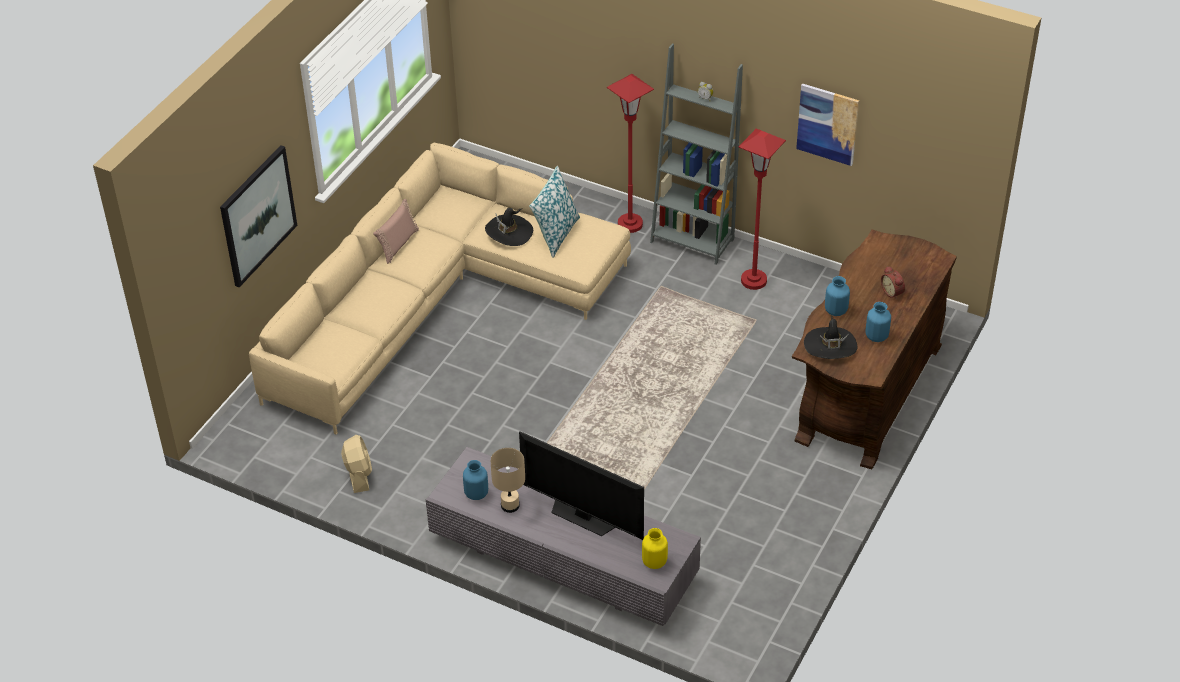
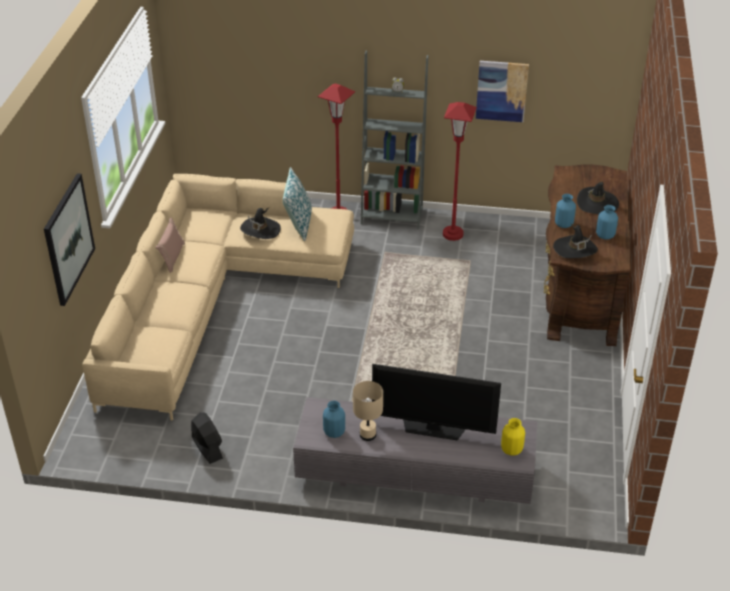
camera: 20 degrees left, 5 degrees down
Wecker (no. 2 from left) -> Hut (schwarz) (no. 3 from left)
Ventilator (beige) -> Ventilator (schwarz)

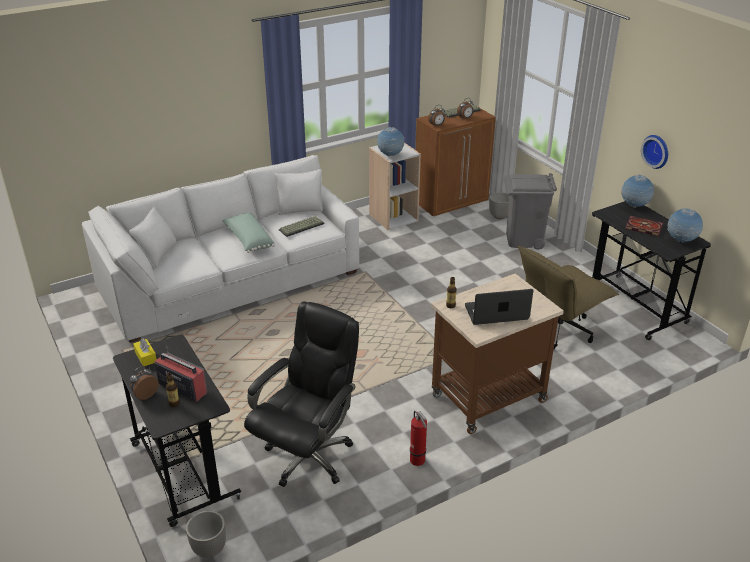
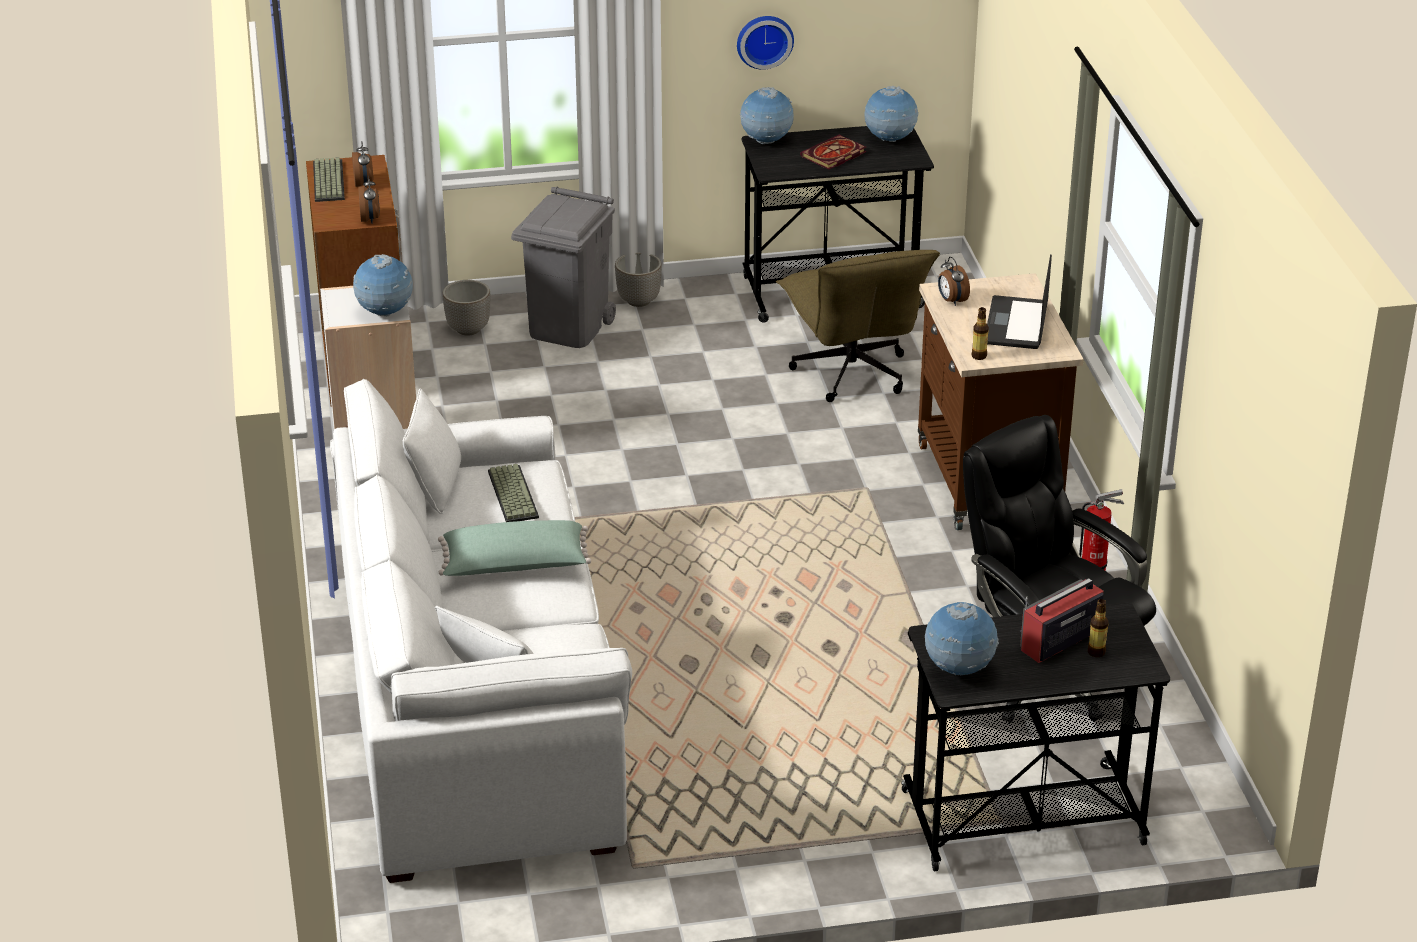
camera: 70 degrees left, 0 degrees up
Wecker (no. 1 from left in the first image) -> Wecker (no. 3 from left), relocated
Pflanzkübel (no. 1 from left in the first image) -> Pflanzkübel (no. 2 from left), relocated
Taschentuchbox (gelb) -> Globus (no. 4 from left)

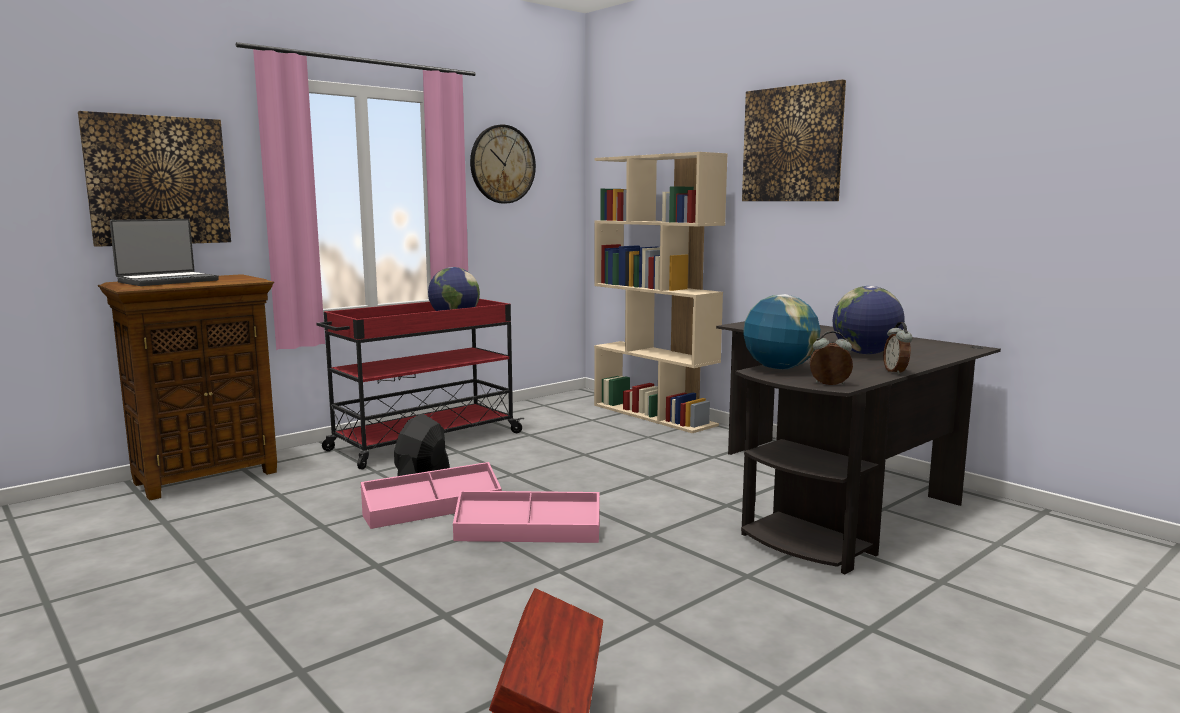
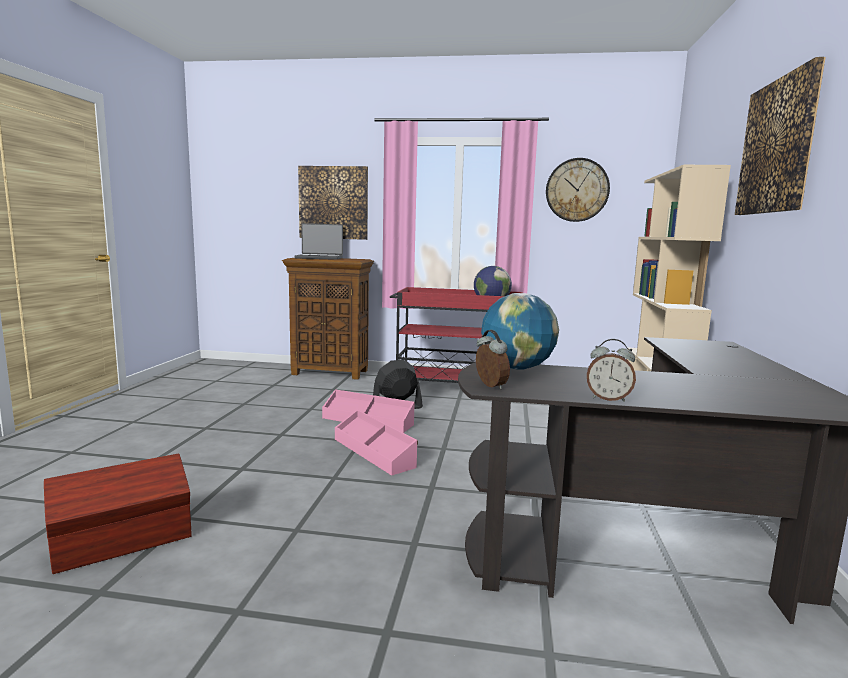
camera: 50 degrees right, 0 degrees up
Globus (no. 3 from left) -> none
Wecker (no. 2 from left), 120 degrees counterclockwise

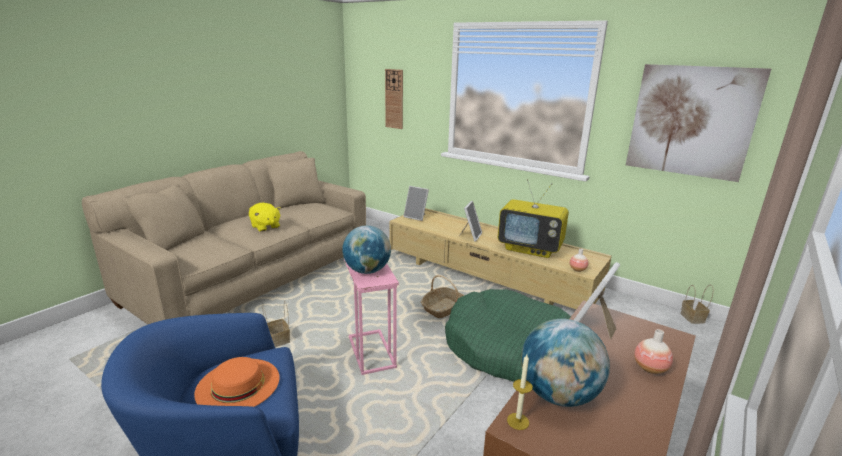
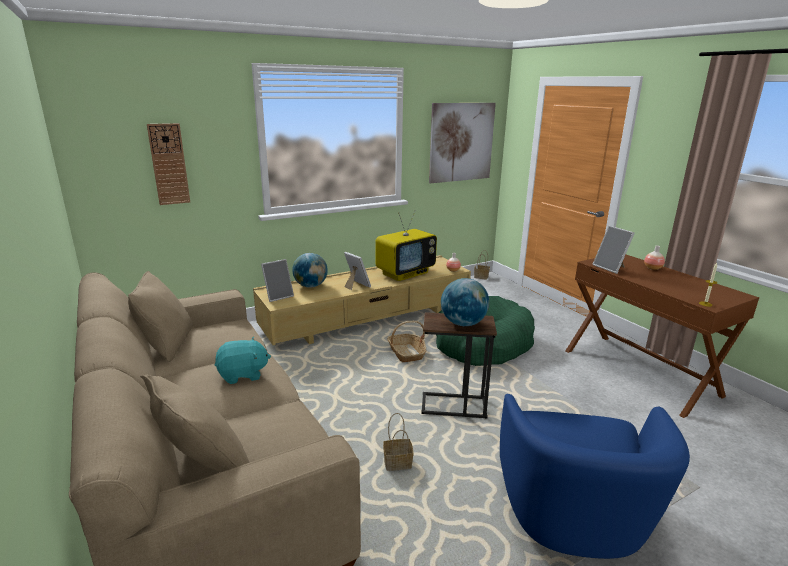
camera: 65 degrees left, 0 degrees up
Hut (orange) -> none
Globus (no. 2 from left in the first image) -> Globus (no. 1 from left), relocated
Plüschtier (gelb) -> Plüschtier (türkis)
Beistelltisch (rosa) -> Beistelltisch (braun)

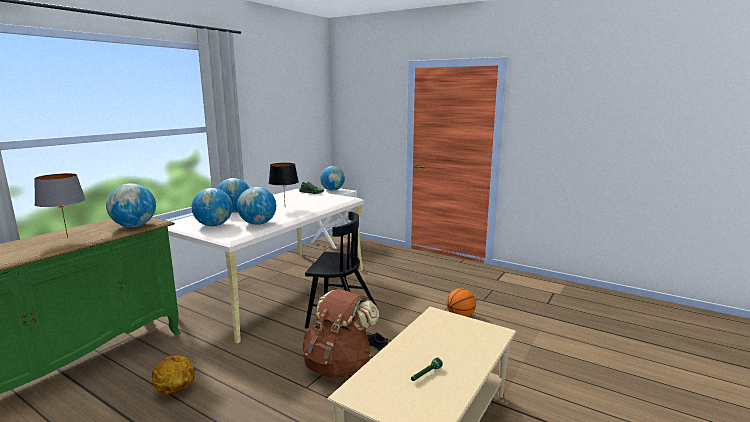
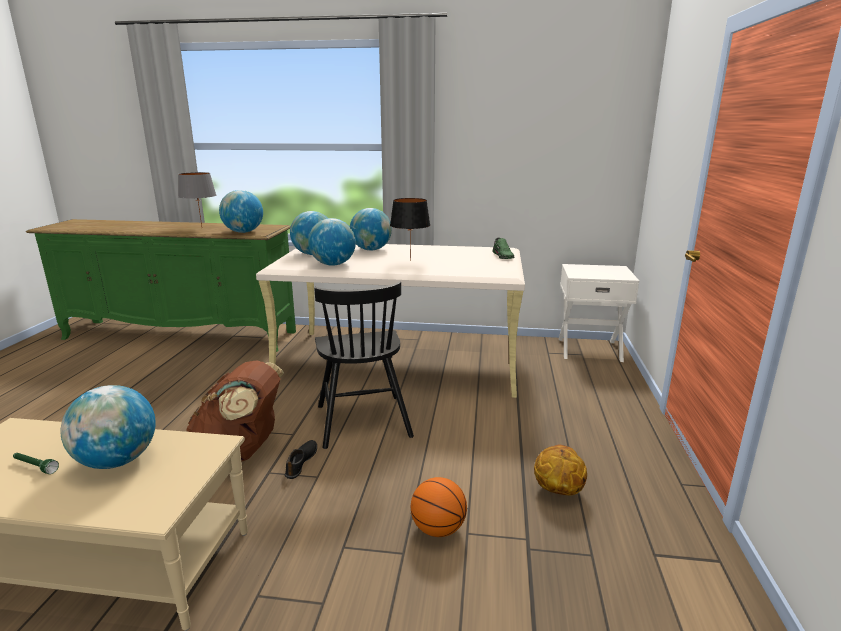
camera: 65 degrees right, 5 degrees up
Basketball (no. 1 from left in the first image) -> Basketball (no. 2 from left), relocated
Globus (no. 5 from left in the first image) -> Globus (no. 1 from left), relocated

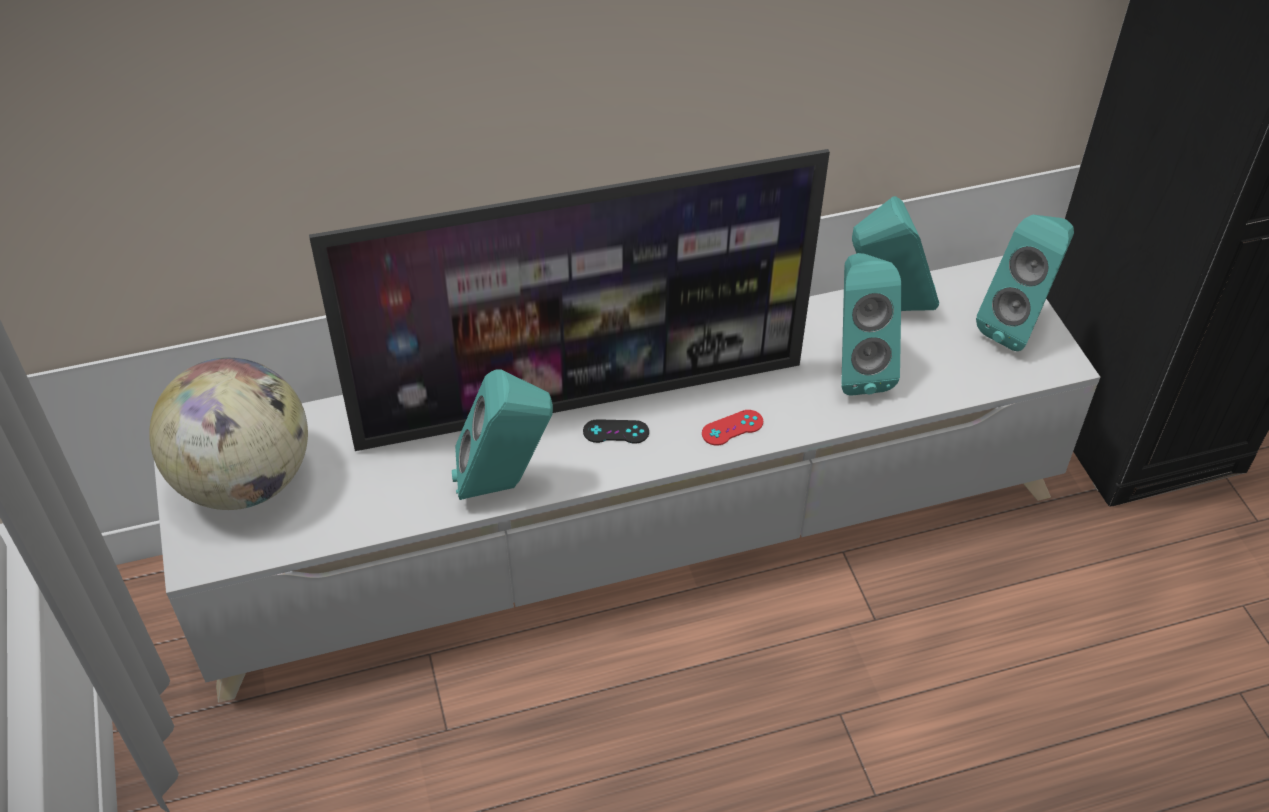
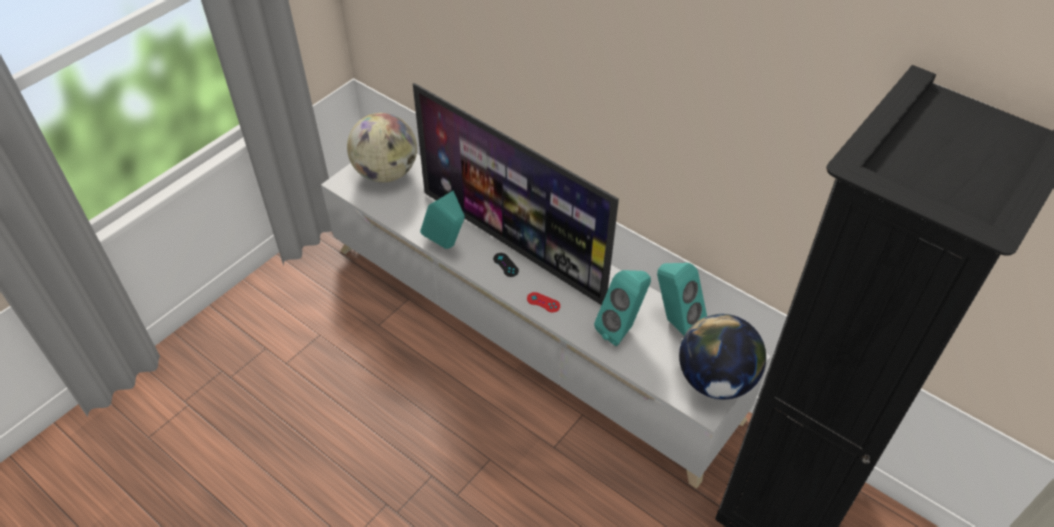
camera: 55 degrees right, 0 degrees up
Lautsprecher (türkis) (no. 4 from left) -> Globus (no. 2 from left)

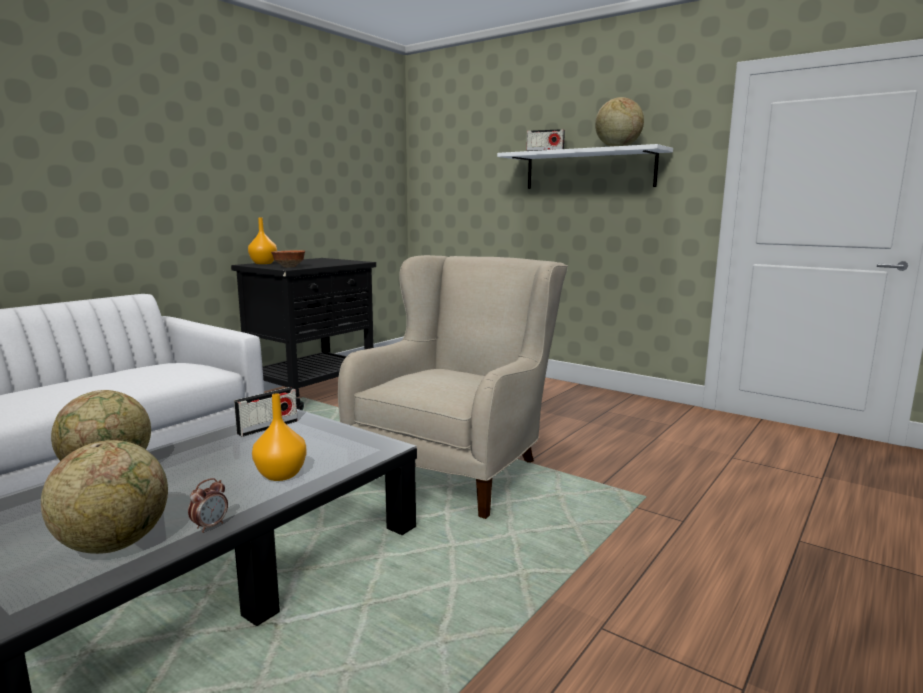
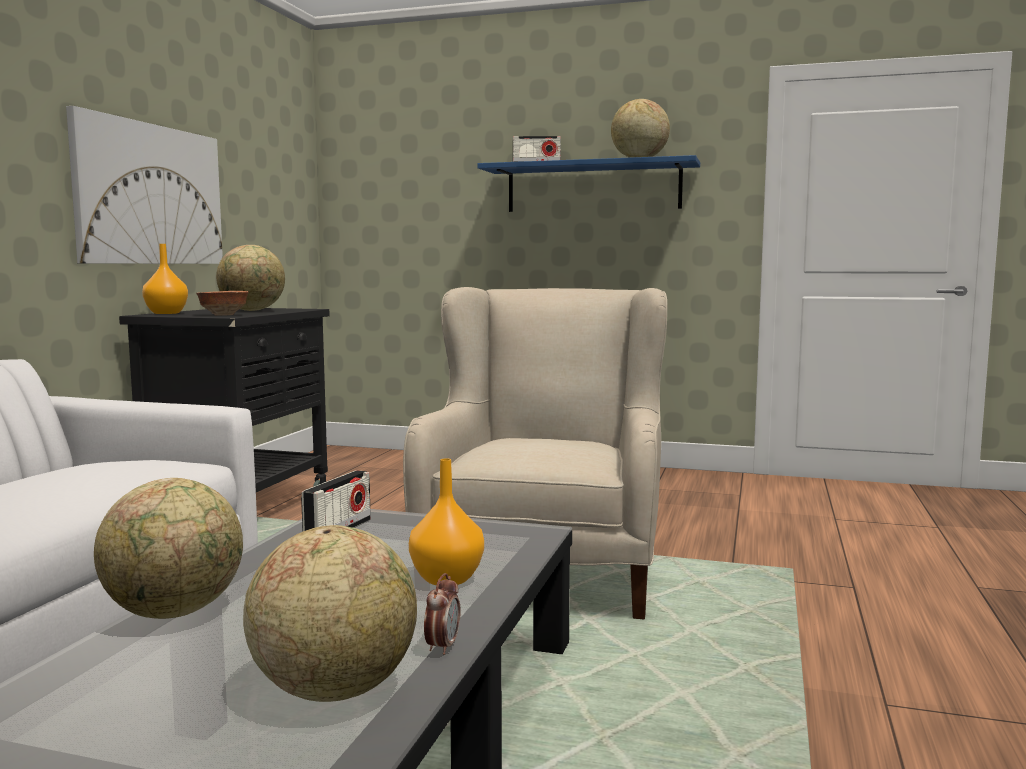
camera: 20 degrees left, 5 degrees down
none -> Bild
none -> Globus (no. 2 from left)
Wandregal (weiß) -> Wandregal (blau)

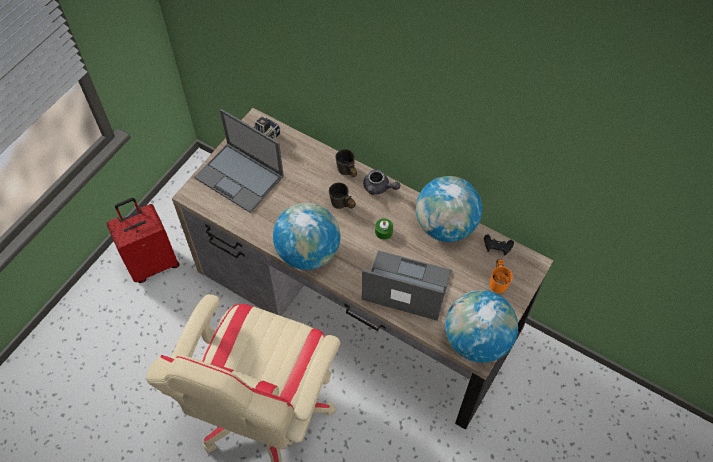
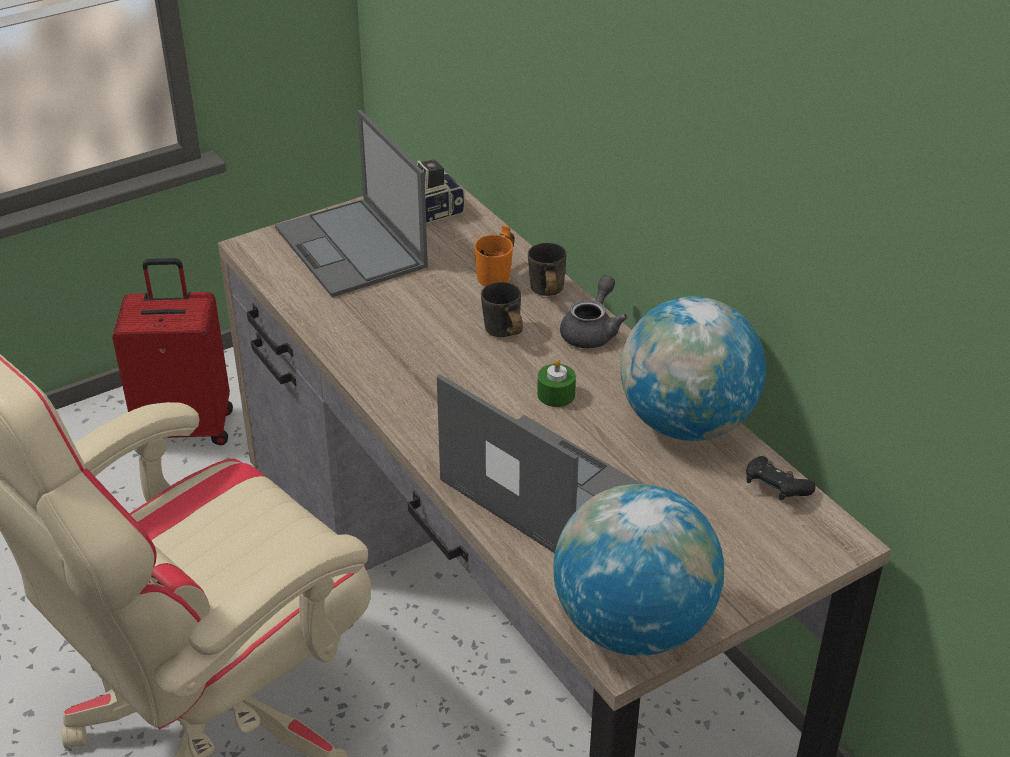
camera: 25 degrees right, 20 degrees down
Globus (no. 1 from left) -> none
Henkelbecher (orange), relocated
Teekanne (grau), 120 degrees counterclockwise

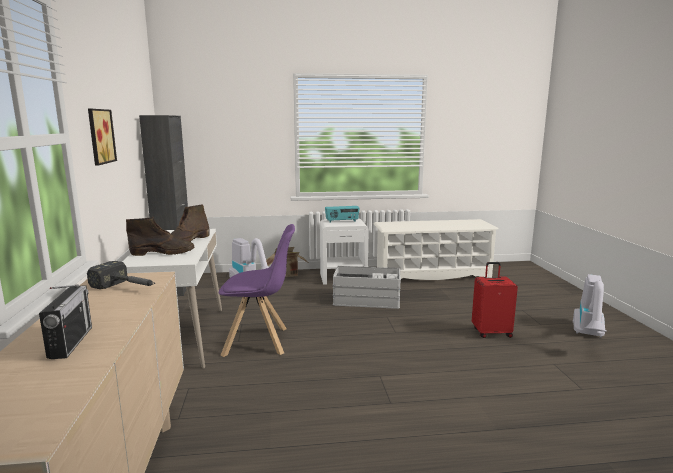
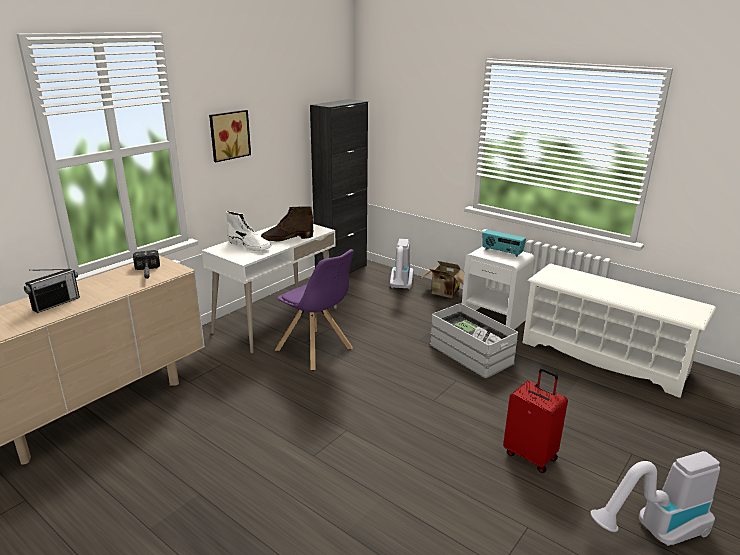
camera: 45 degrees right, 10 degrees up
Stiefel (braun) (no. 1 from left) -> Stiefel (weiß)

